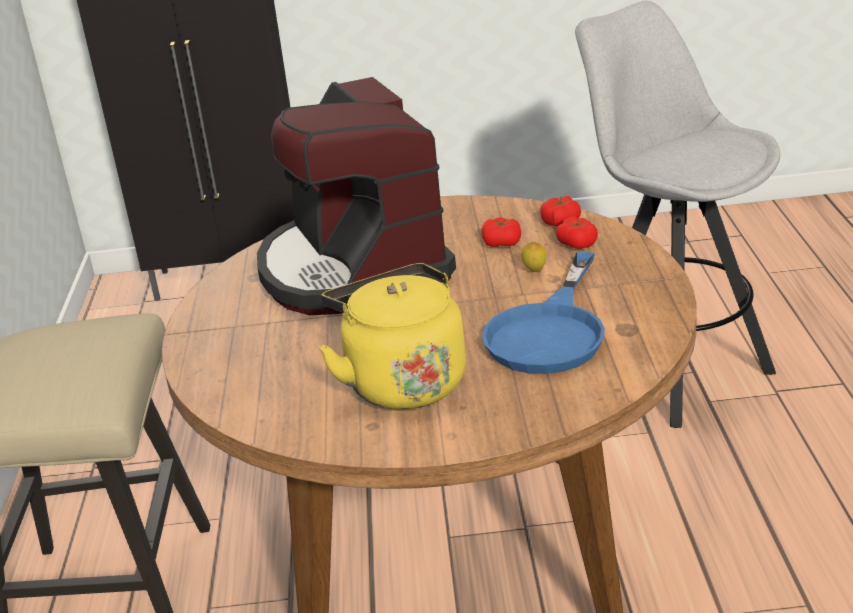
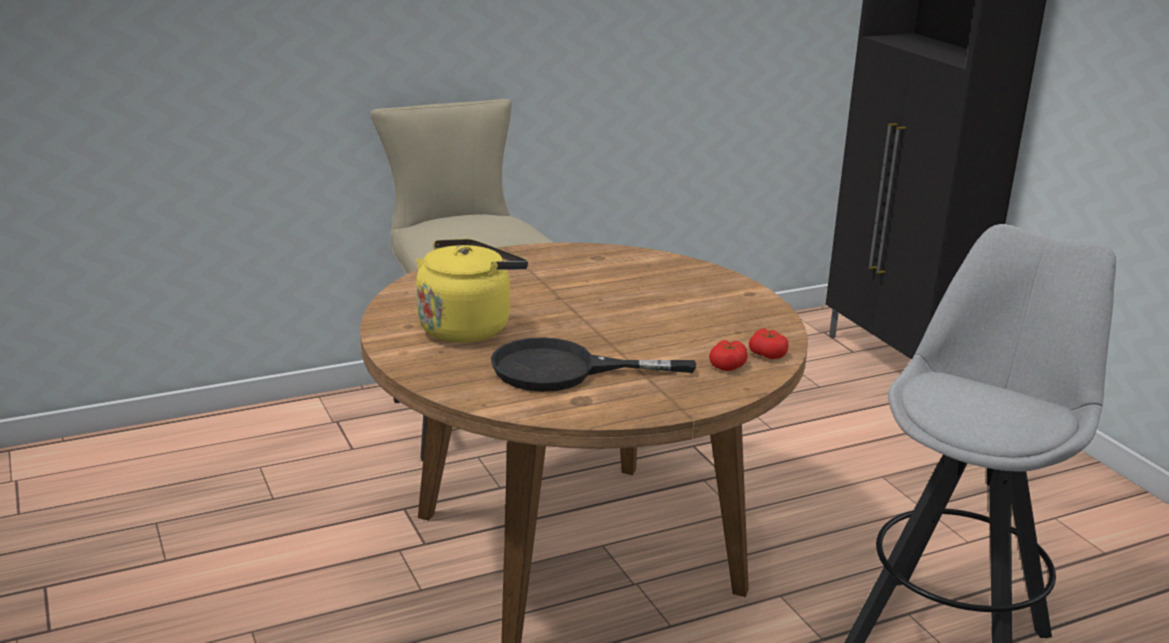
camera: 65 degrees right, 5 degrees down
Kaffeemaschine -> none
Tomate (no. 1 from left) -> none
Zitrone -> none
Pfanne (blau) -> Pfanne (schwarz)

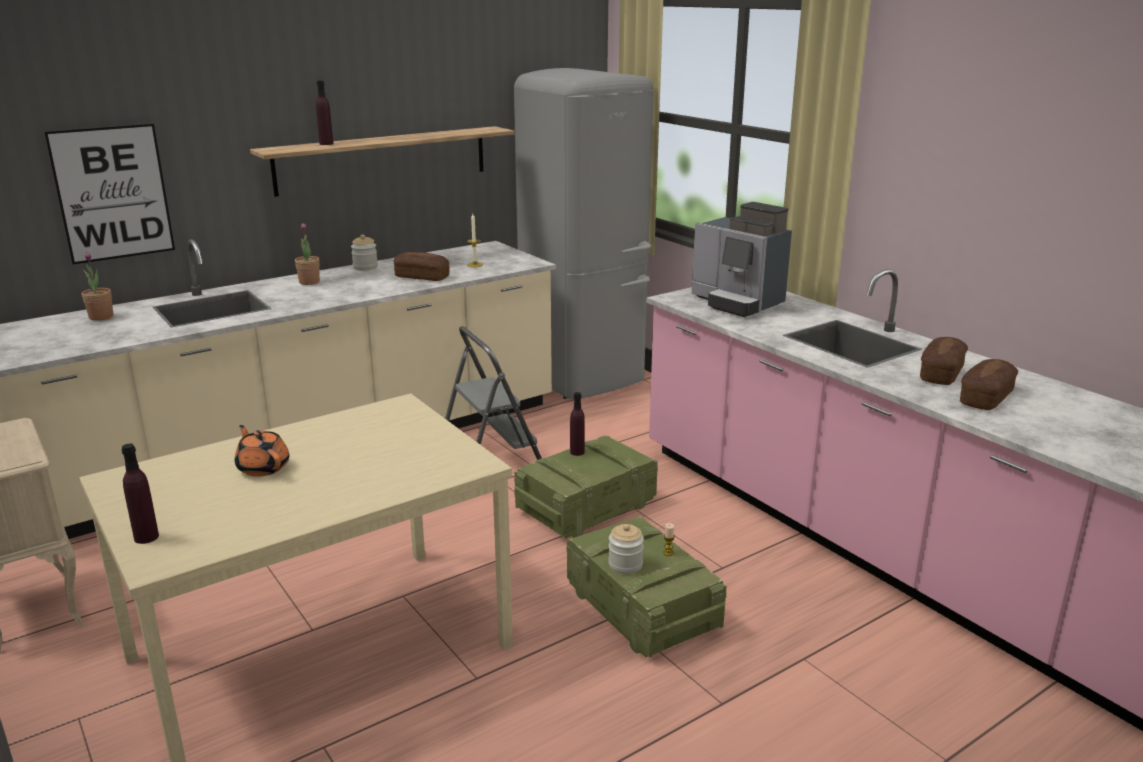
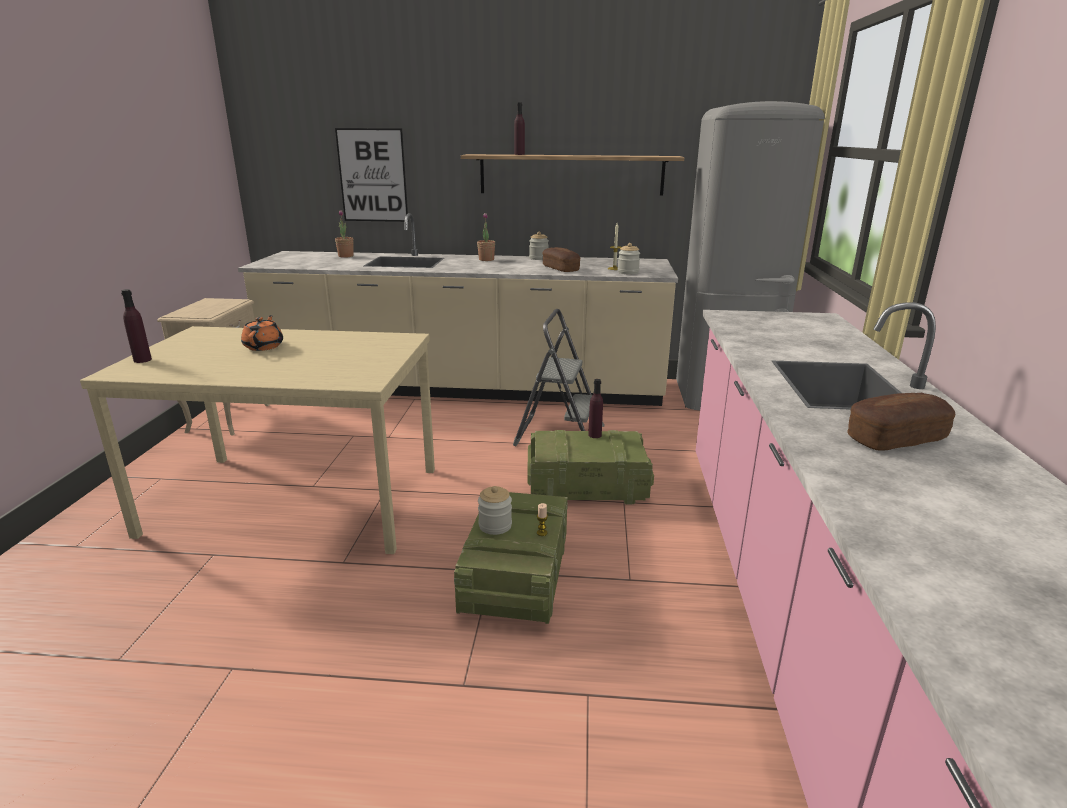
camera: 40 degrees right, 0 degrees up
Kaffeemaschine -> none
Brot (no. 3 from left) -> none
none -> Vorratsglas (no. 3 from left)

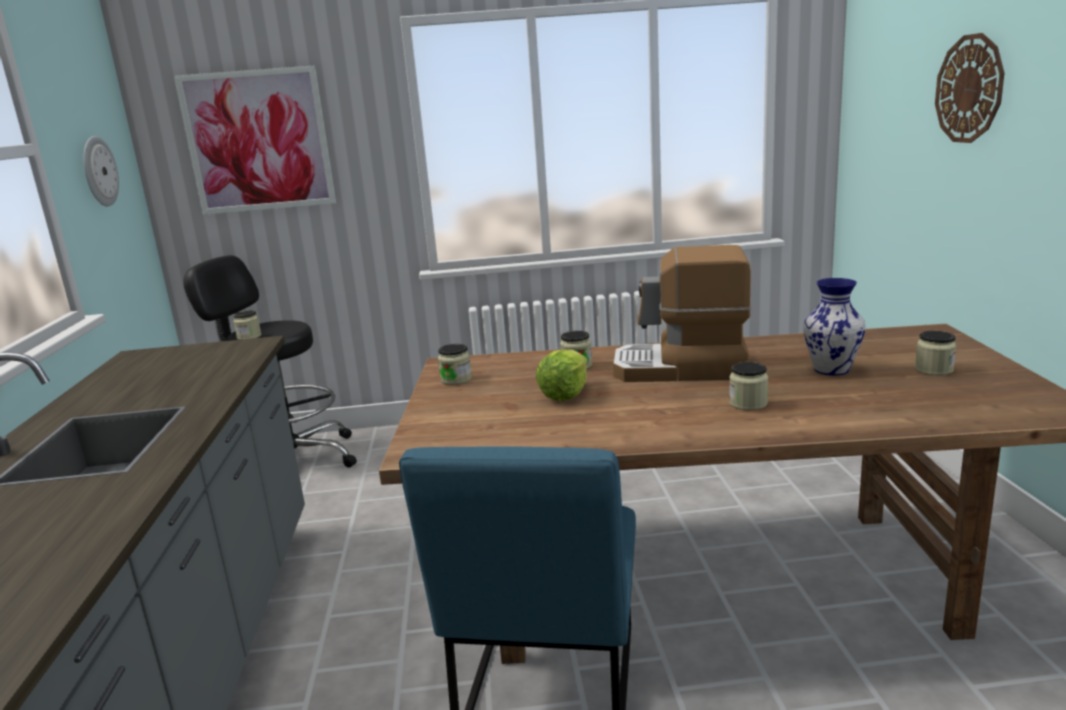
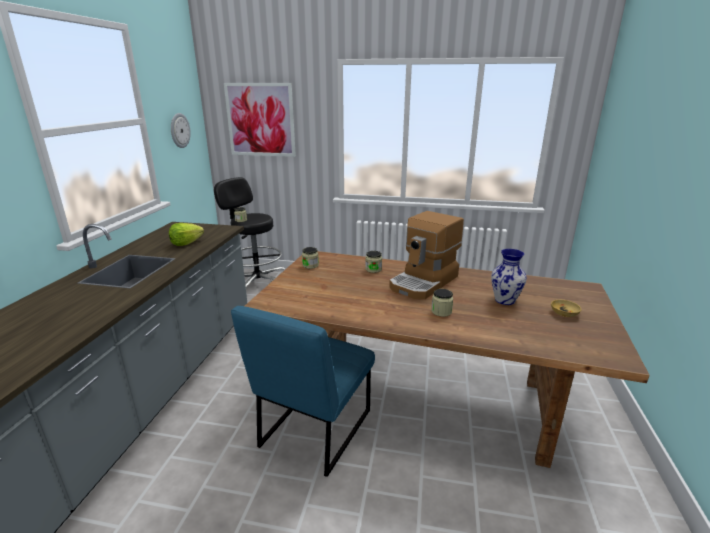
camera: 15 degrees right, 5 degrees up
Wanduhr (no. 2 from left) -> none
Salatkopf, relocated
Vorratsglas (no. 5 from left) -> Schüssel (beige)
Kaffeemaschine, 75 degrees counterclockwise

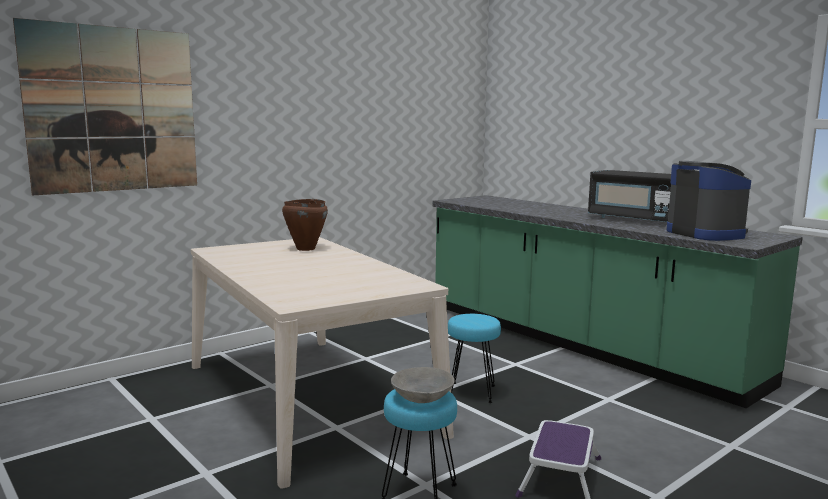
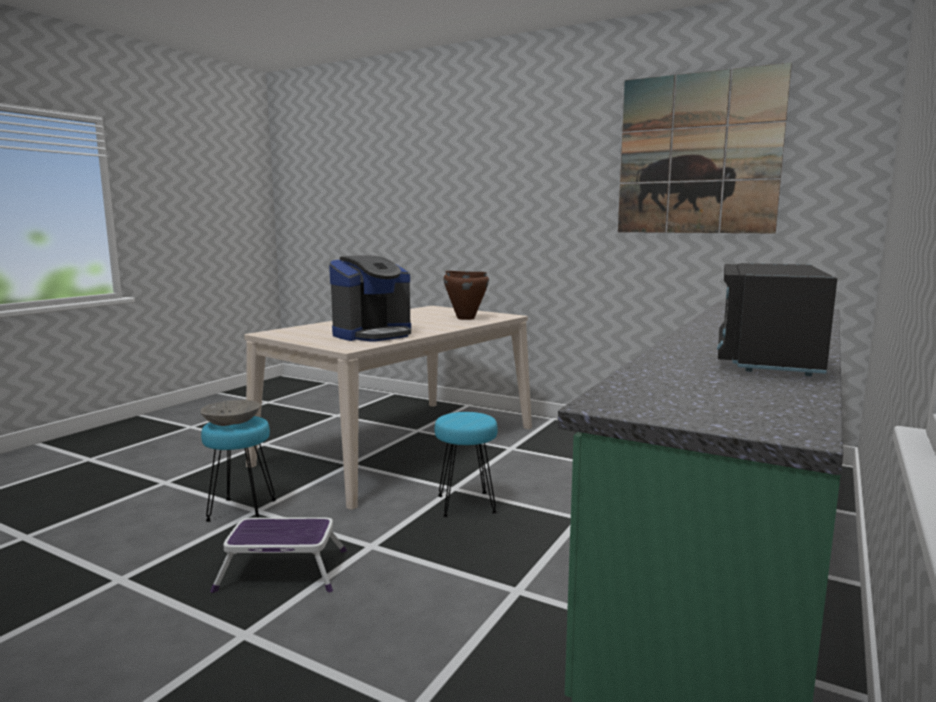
camera: 70 degrees right, 0 degrees up
Bild, relocated
Kaffeemaschine, relocated

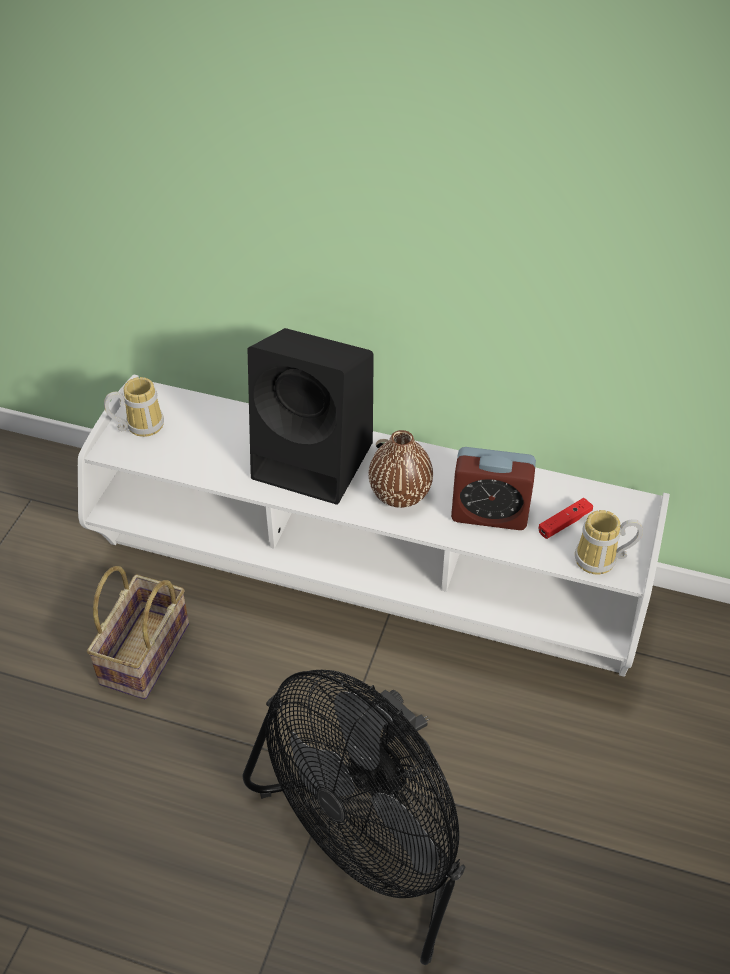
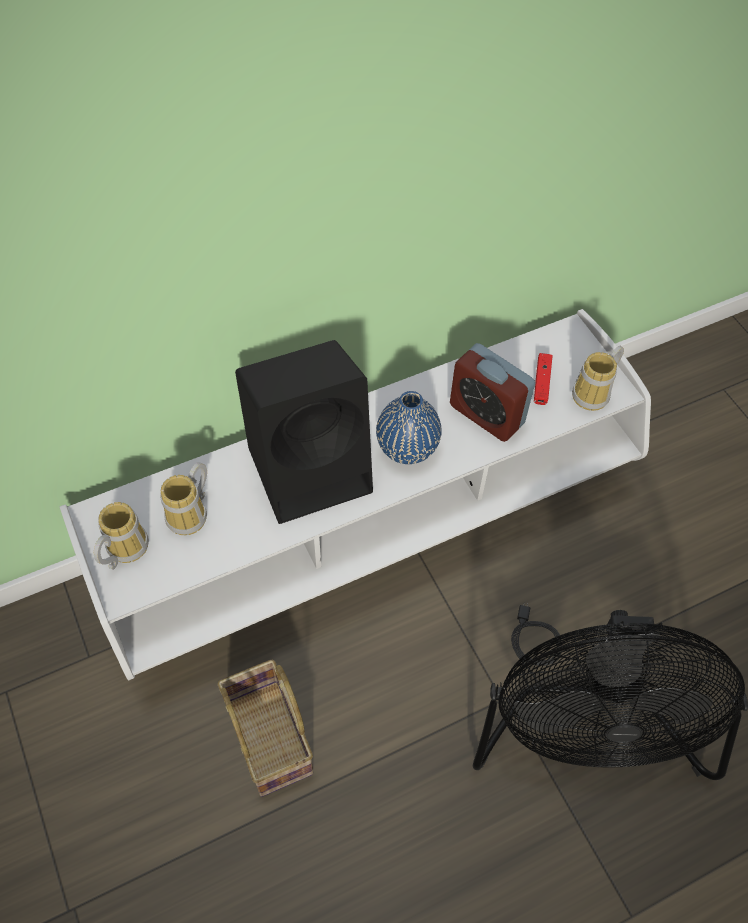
camera: 45 degrees left, 10 degrees up
none -> Henkelbecher (no. 2 from left)
Vase (braun) -> Vase (blau)
Wecker, 75 degrees clockwise

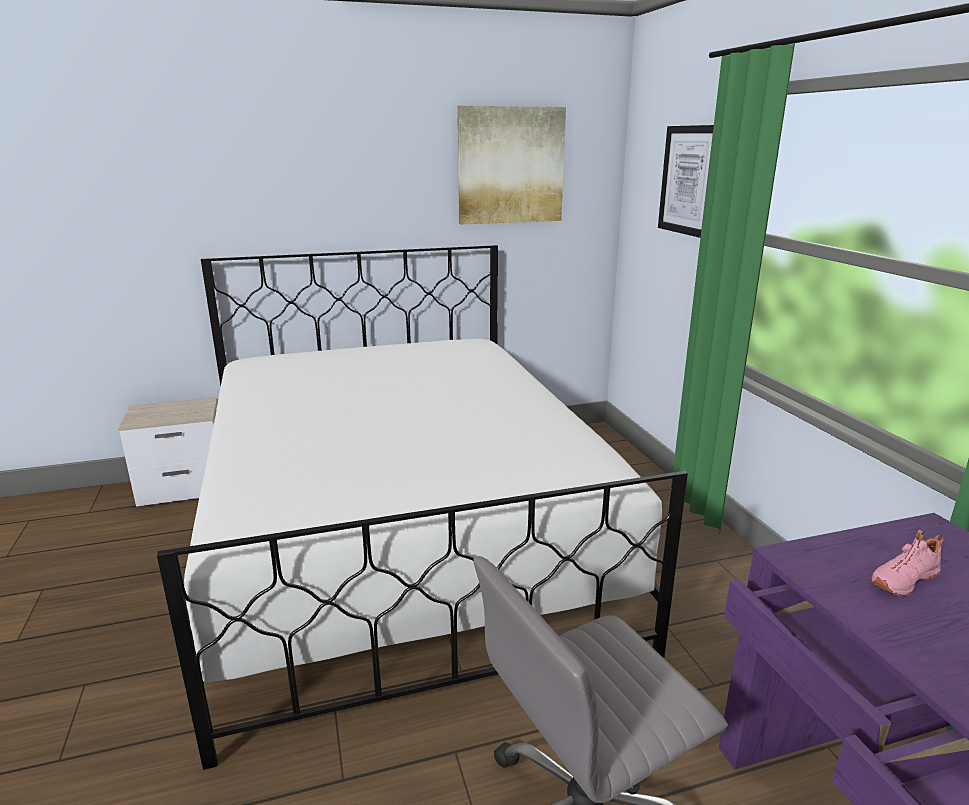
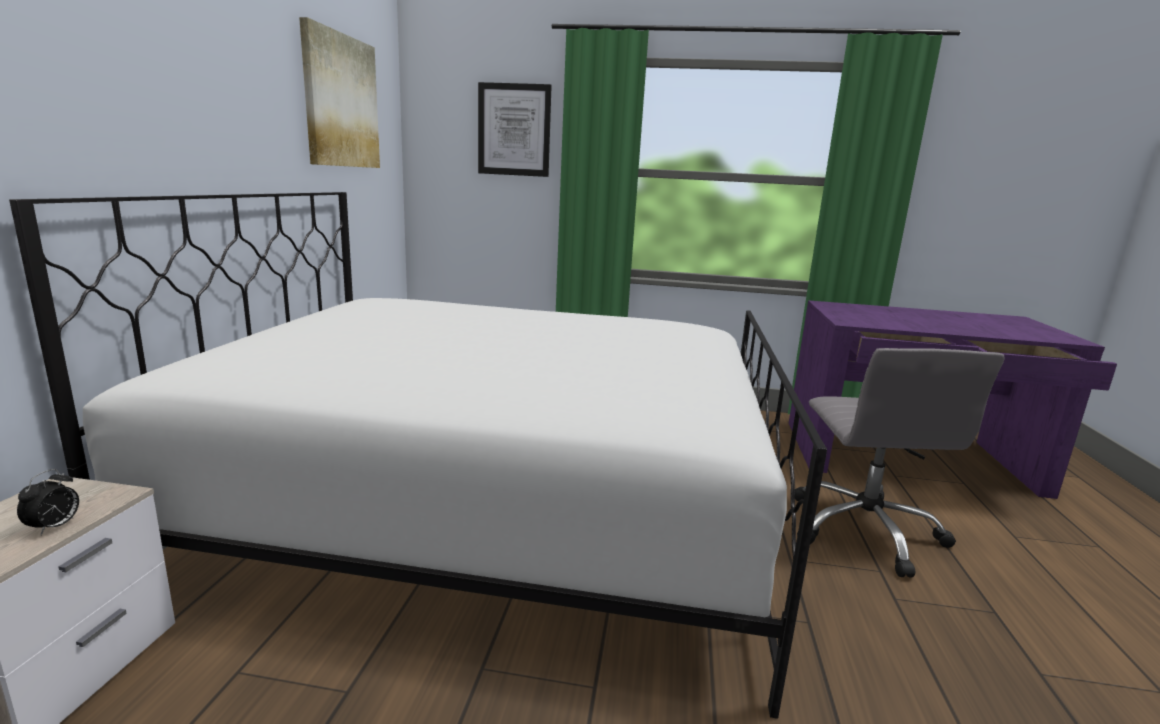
camera: 65 degrees left, 5 degrees down
Schuh (rosa) -> none
none -> Wecker

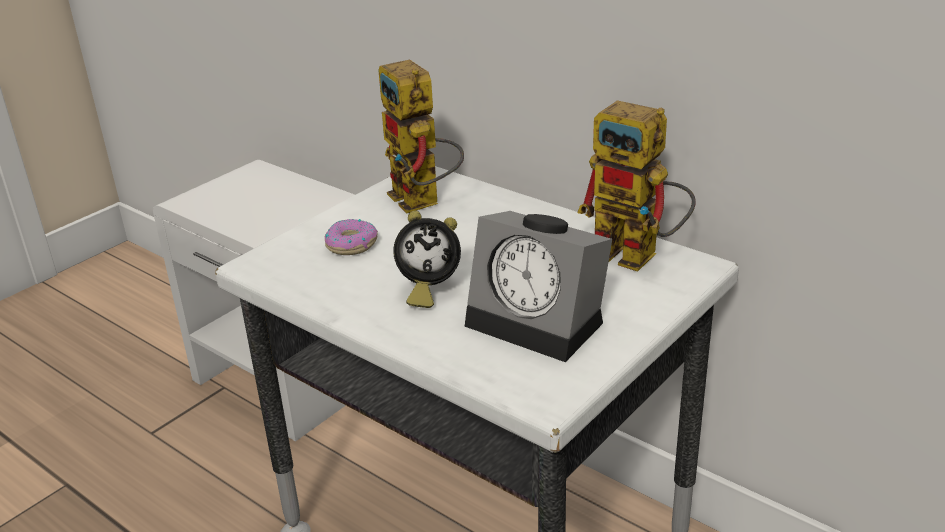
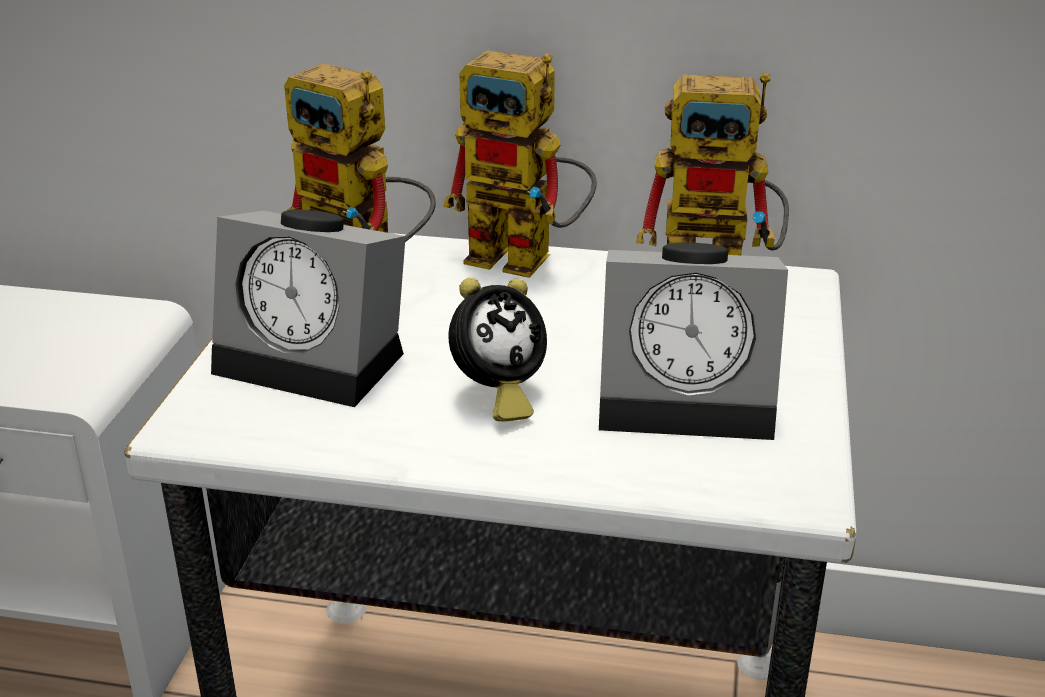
camera: 30 degrees left, 0 degrees up
none -> Spielzeugroboter (no. 2 from left)
Donut -> Wecker (no. 1 from left)

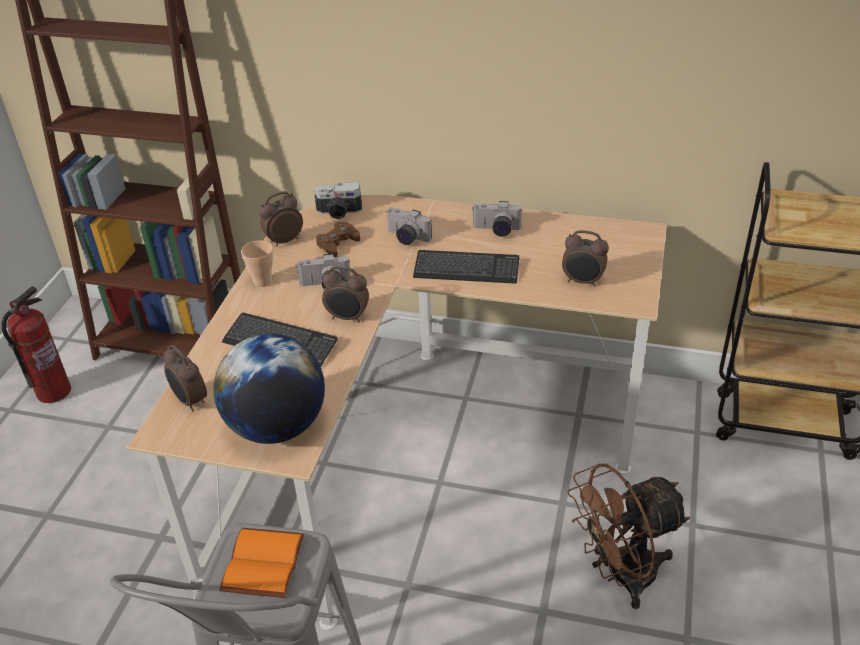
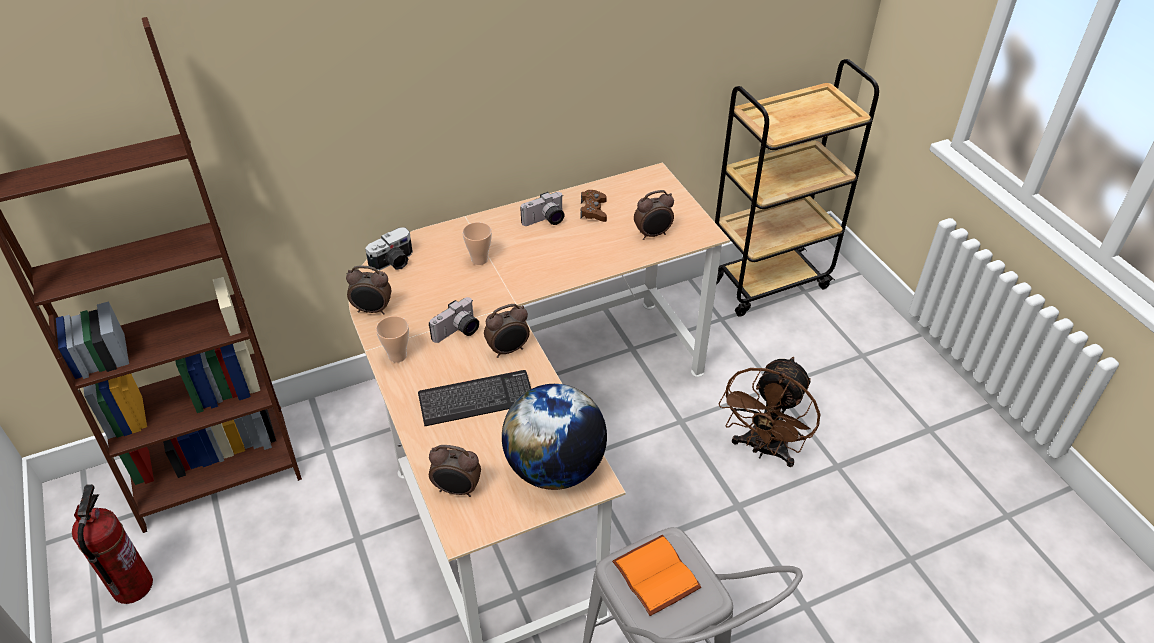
camera: 40 degrees left, 5 degrees up
Tastatur (no. 2 from left) -> none
Gamepad (braun), relocated
Kamera (no. 3 from left) -> Tasse (no. 2 from left)
Wecker (no. 2 from left in the first image) -> Wecker (no. 1 from left), 105 degrees counterclockwise

